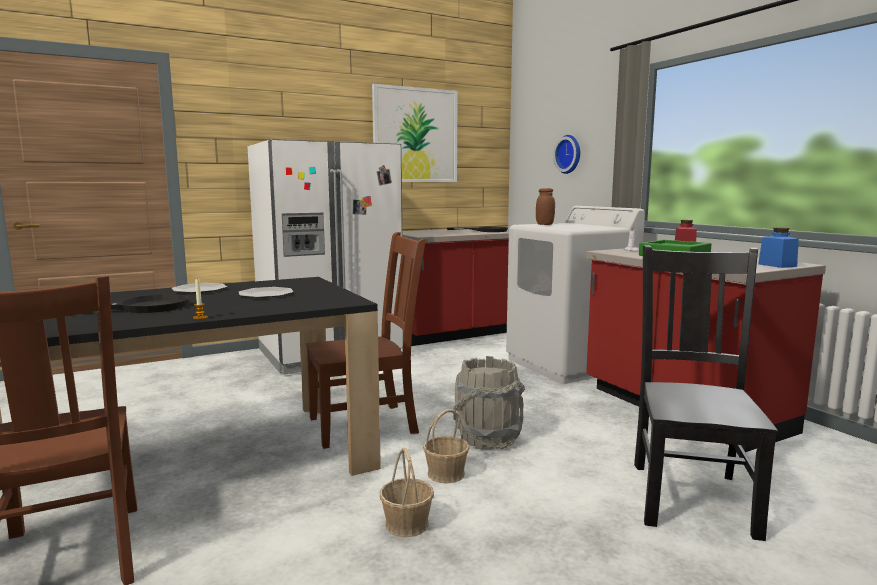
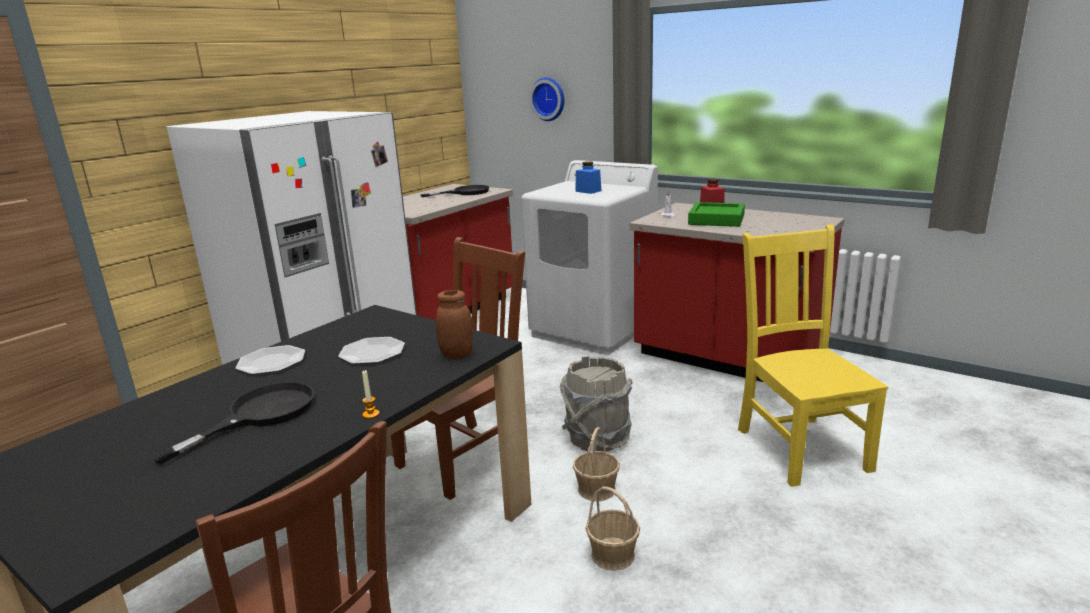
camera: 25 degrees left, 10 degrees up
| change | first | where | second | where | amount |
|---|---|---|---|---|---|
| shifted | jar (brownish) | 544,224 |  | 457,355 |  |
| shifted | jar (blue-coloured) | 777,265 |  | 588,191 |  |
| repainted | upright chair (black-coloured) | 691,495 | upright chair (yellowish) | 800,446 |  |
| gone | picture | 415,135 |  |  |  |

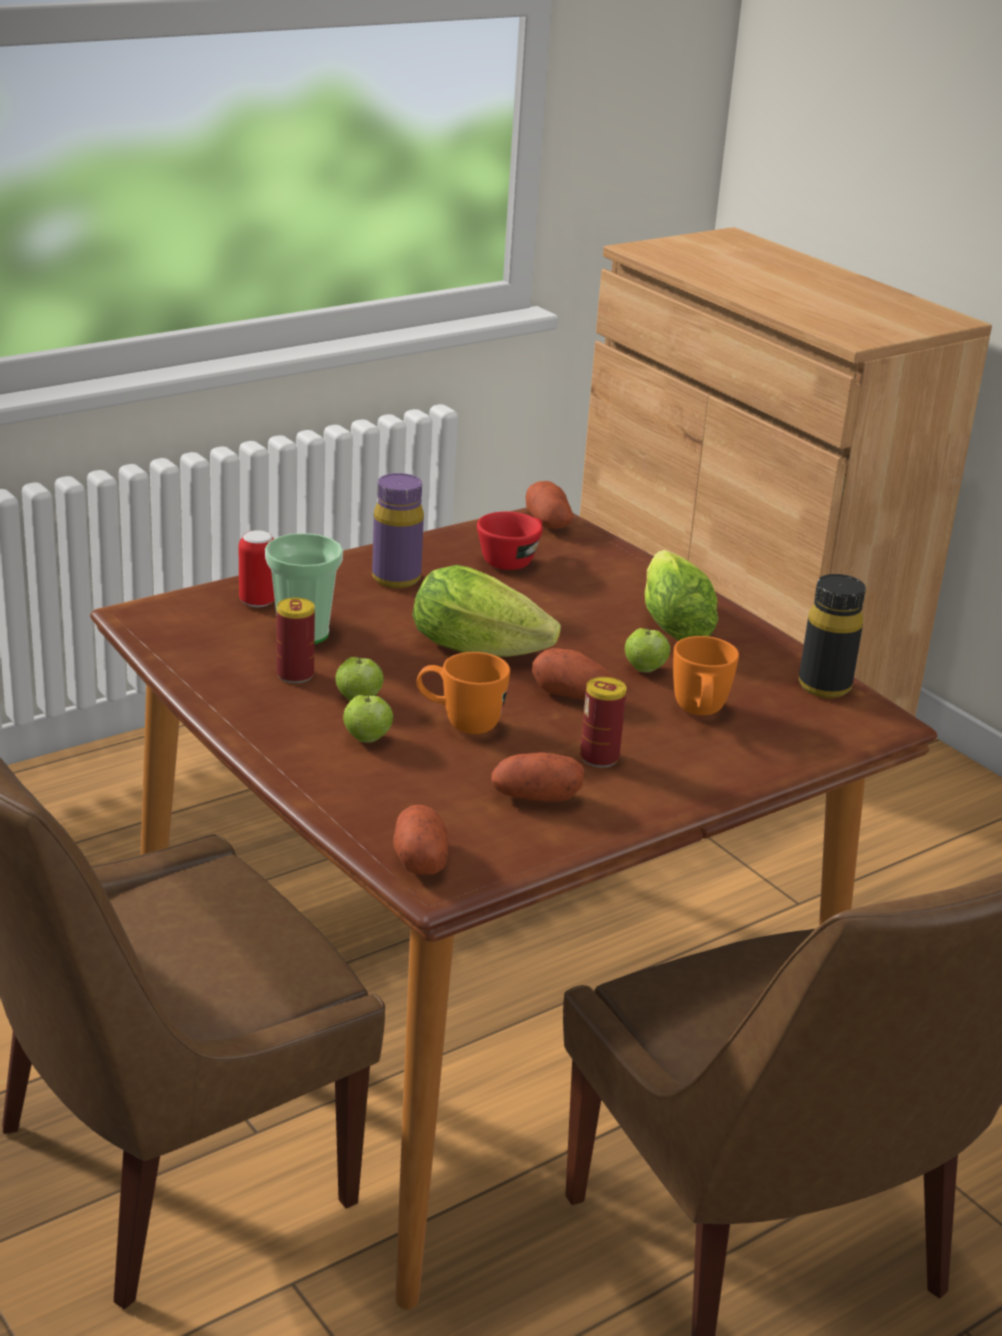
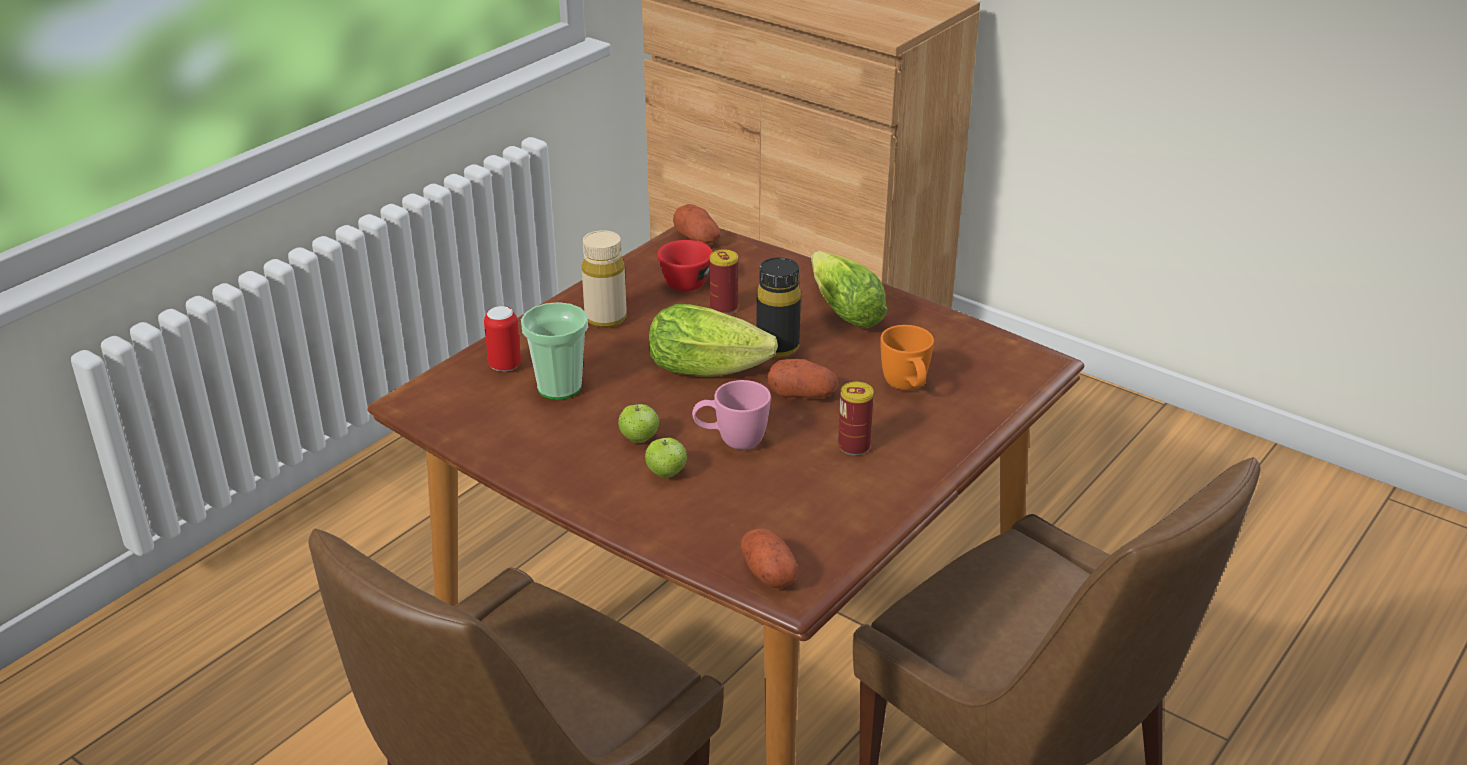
camera: 15 degrees left, 5 degrees up
| change | first | where | second | where | amount |
|---|---|---|---|---|---|
| repainted | drink bottle (purplish) | 396,578 | drink bottle (beige-coloured) | 605,318 |  |
| repainted | coffee mug (orange-coloured) | 460,724 | coffee mug (pinkish) | 731,442 |  |
| shifted | can | 295,675 |  | 724,307 |  |
| shifted | drink bottle (black-coloured) | 824,686 |  | 777,347 |  |
| gone | spud | 535,797 |  |  |  |
| gone | apple fruit | 645,669 |  |  |  |

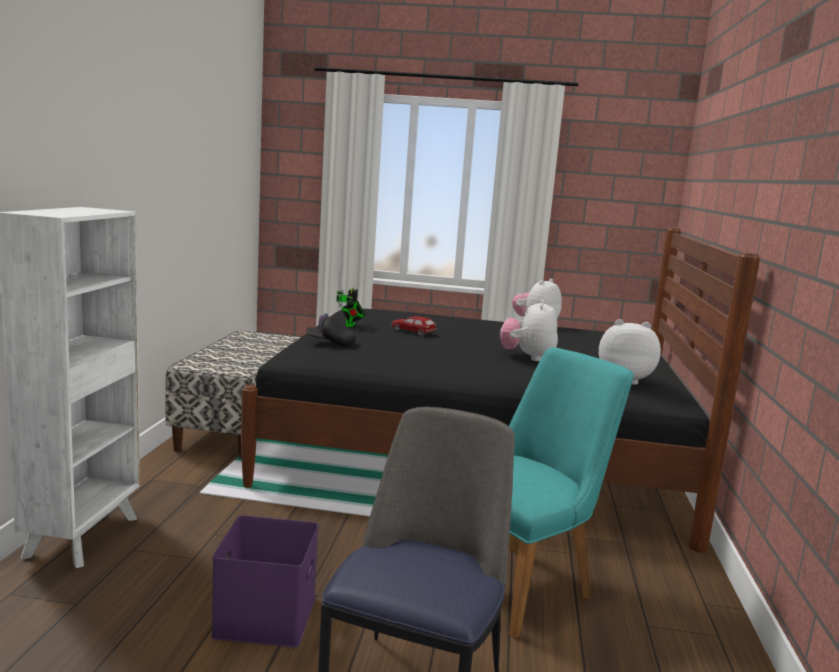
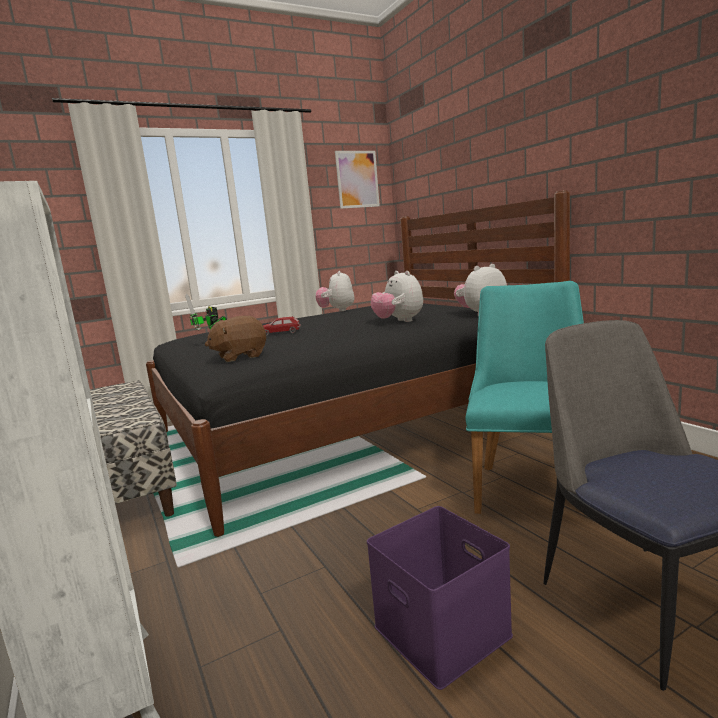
camera: 35 degrees left, 0 degrees up
| change | first | where | second | where | amount |
|---|---|---|---|---|---|
| swapped | cap (black-coloured) | 330,343 | cuddly toy (brownish) | 240,357 |  |
| new |  |  | picture | 357,179 |  |

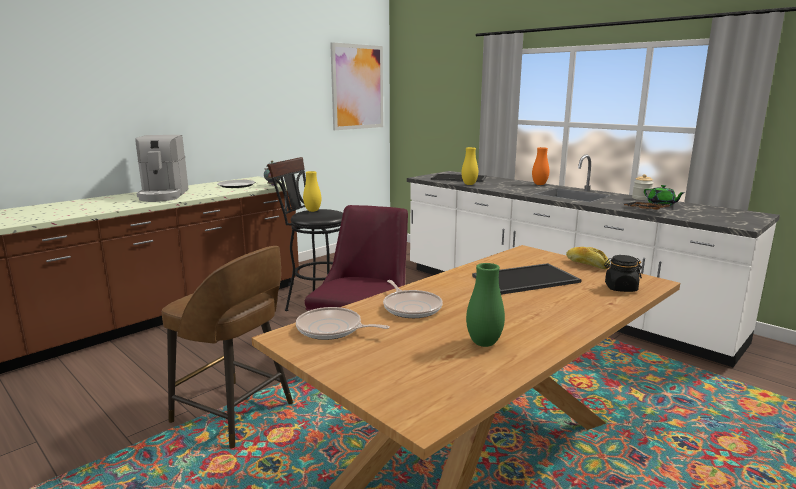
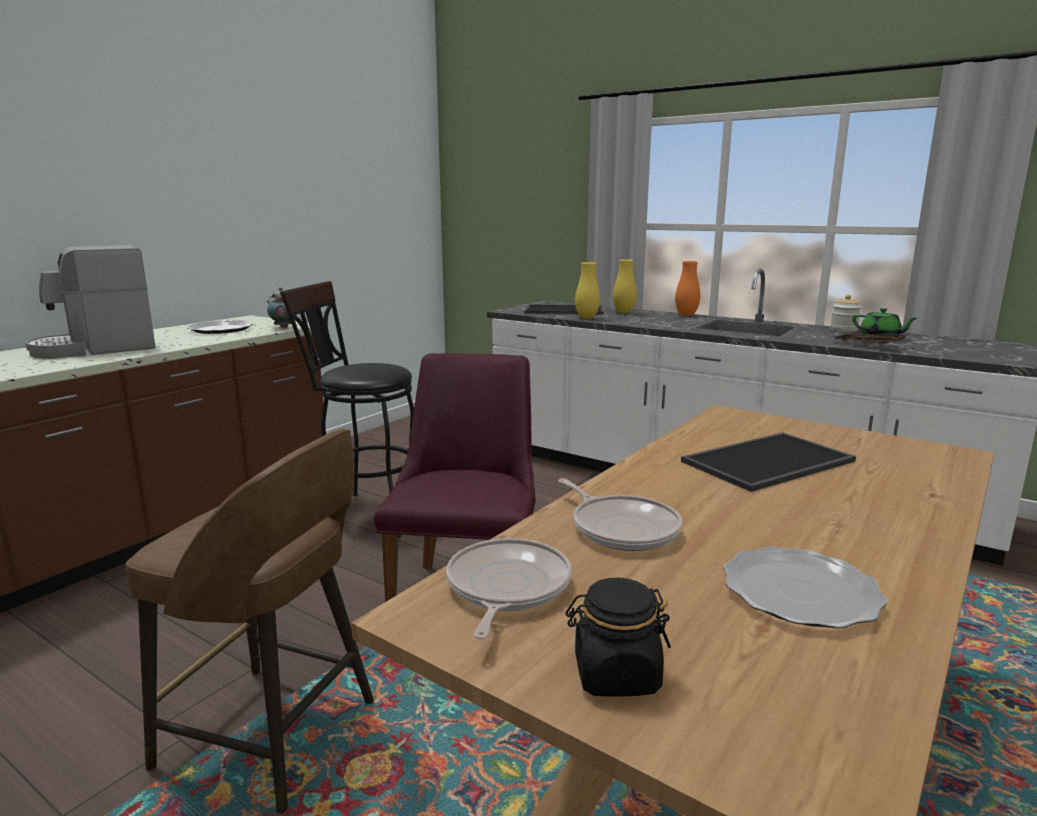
camera: 10 degrees left, 0 degrees up
| change | first | where | second | where | amount |
|---|---|---|---|---|---|
| rotated | coffee brewer | 163,195 |  | 95,349 | 75 degrees clockwise |
| rotated | frying pan | 332,329 |  | 506,588 | 90 degrees clockwise |
| shifted | jar (black-coloured) | 620,288 |  | 616,675 |  |
| shifted | decorative vase (yellowish) | 312,211 |  | 624,312 |  |
| swapped | decorative vase (greenish) | 484,343 | dinner plate | 801,593 |  |
| gone | picture | 357,87 |  |  |  |
| gone | baked bread | 586,264 |  |  |  |

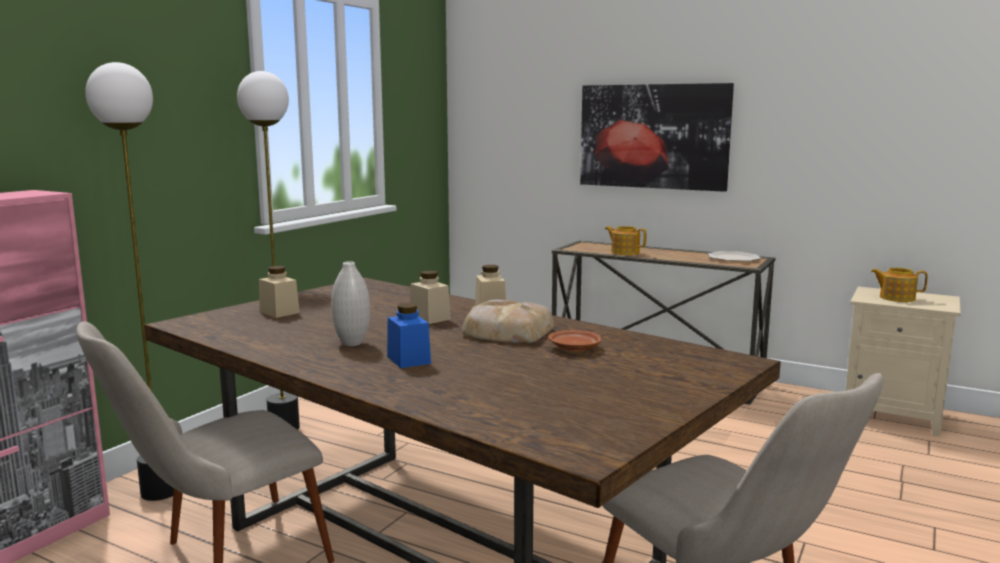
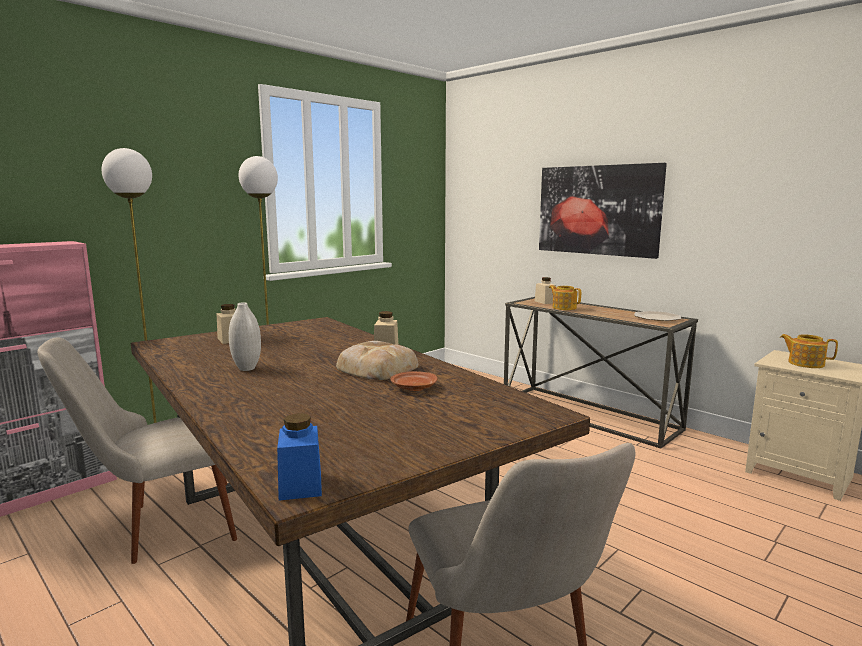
camera: 15 degrees right, 0 degrees up
| change | first | where | second | where | amount |
|---|---|---|---|---|---|
| shifted | jar (blue-coloured) | 408,360 |  | 300,485 |  |
| shifted | jar (beige-coloured) | 429,318 |  | 545,302 |  |

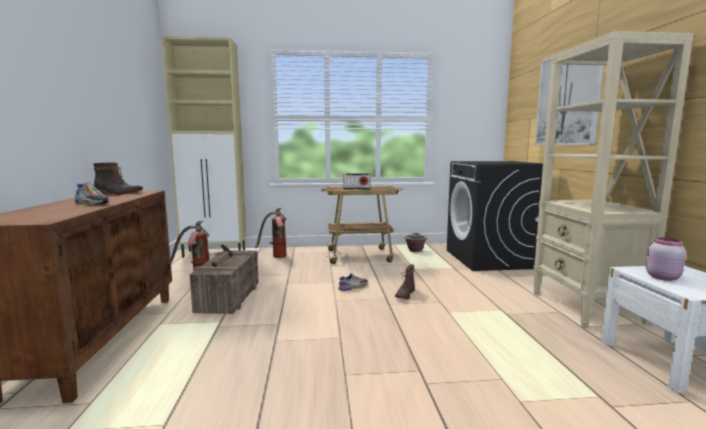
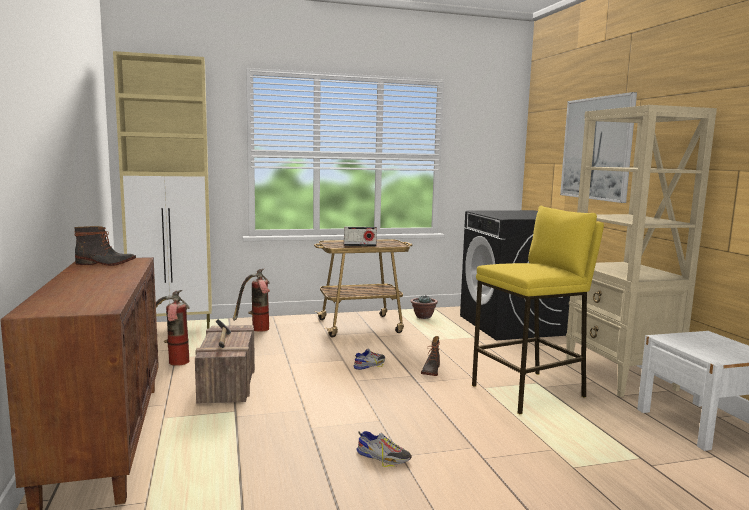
camera: 10 degrees left, 0 degrees up
| change | first | where | second | where | amount |
|---|---|---|---|---|---|
| shifted | low shoe | 92,203 |  | 383,456 |  |
| new |  |  | sitting stool (yellowish) | 529,391 |  |
| gone | jar (pinkish) | 662,277 |  |  |  |

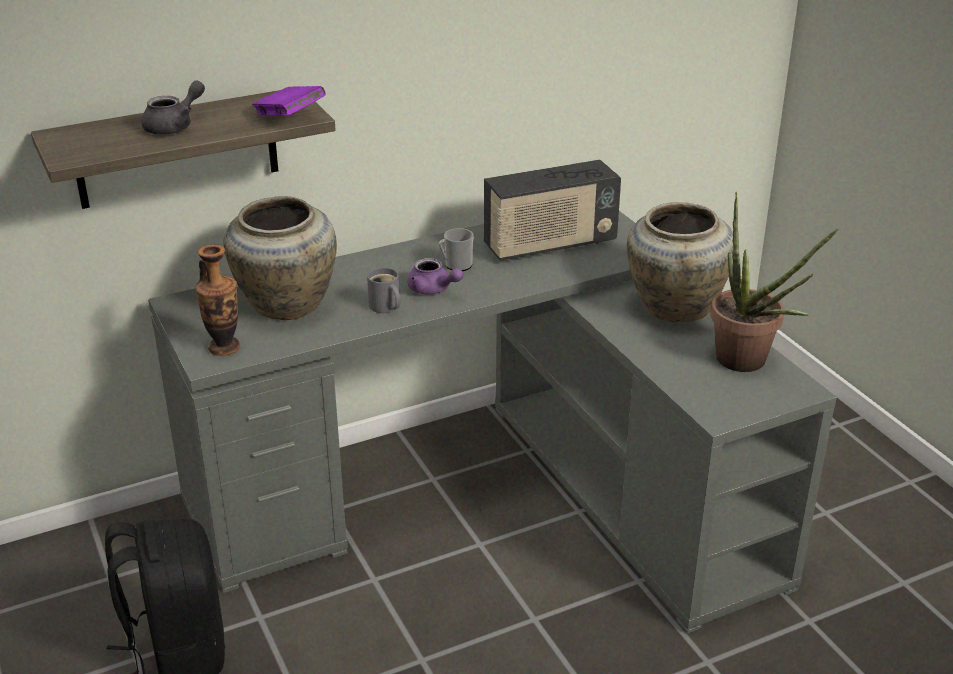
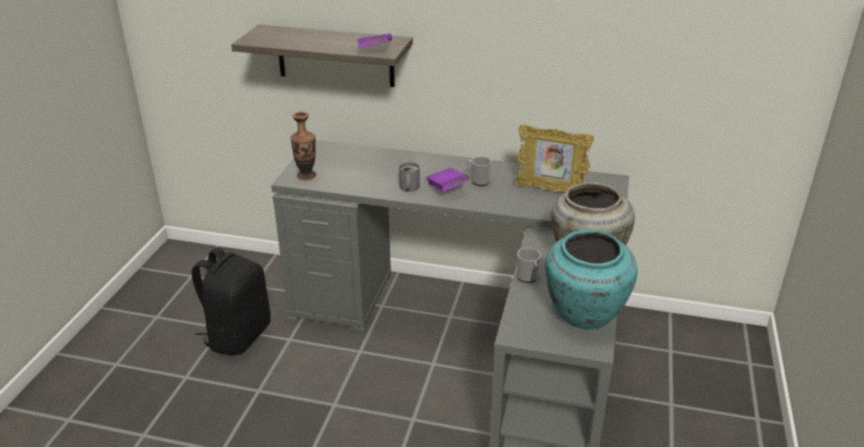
camera: 40 degrees right, 0 degrees up
| change | first | where | second | where | amount |
|---|---|---|---|---|---|
| swapped | tea pot (purplish) | 433,290 | bound book (purplish) | 446,189 |  |
| swapped | radio receiver | 550,245 | picture frame | 550,190 |  |
| new |  |  | coffee mug | 528,278 |  |
| swapped | plant in a pot | 749,364 | decorative vase (turquoise) | 583,315 |  |
| gone | tea pot (greyish) | 175,126 |  |  |  |
| gone | decorative vase (beige-coloured) | 285,306 |  |  |  |

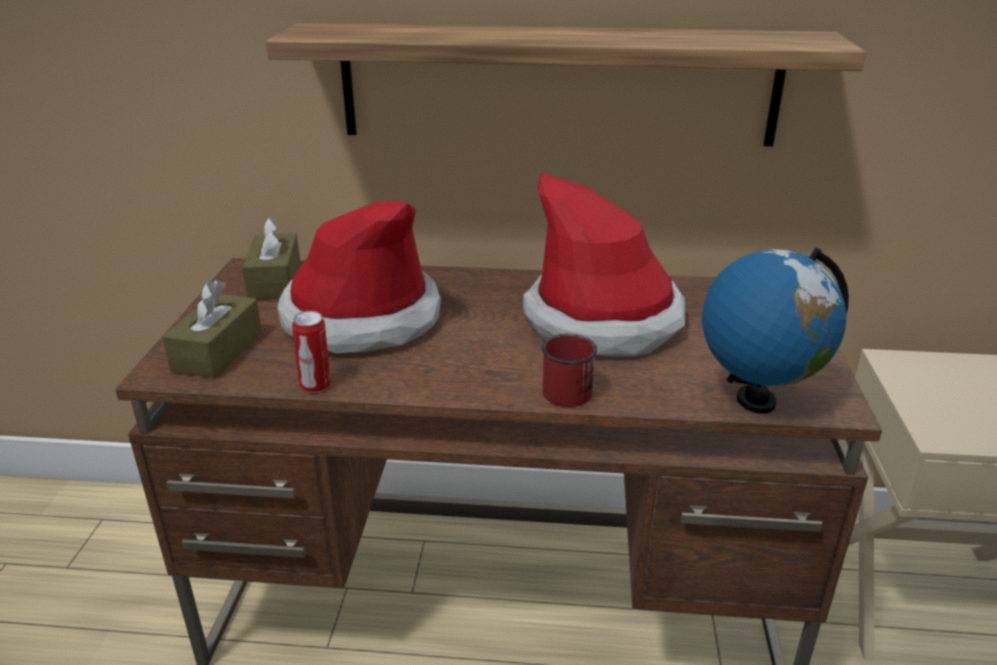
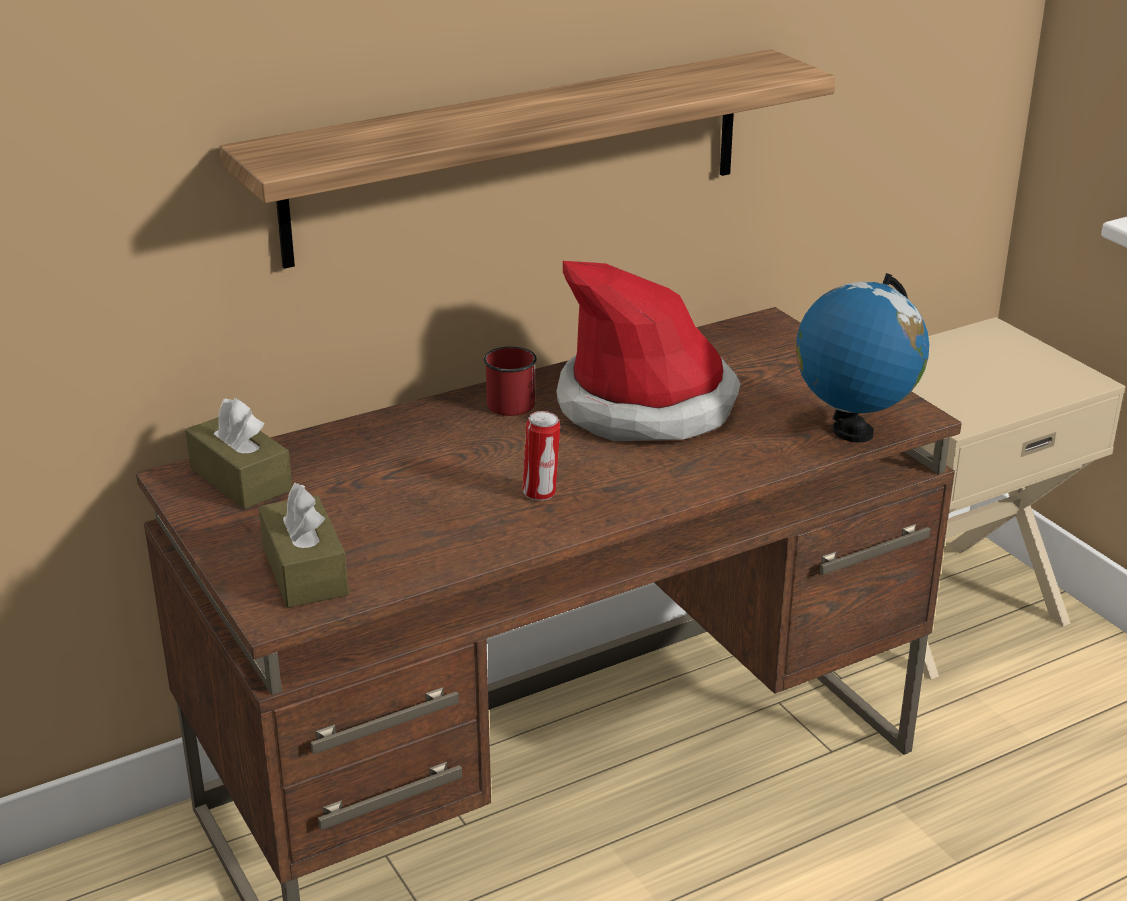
camera: 35 degrees left, 0 degrees up
| change | first | where | second | where | amount |
|---|---|---|---|---|---|
| shifted | coffee mug (red-coloured) | 570,389 |  | 509,401 |  |
| shifted | can | 316,386 |  | 541,493 |  |
| gone | wearable hat | 361,318 |  |  |  |

